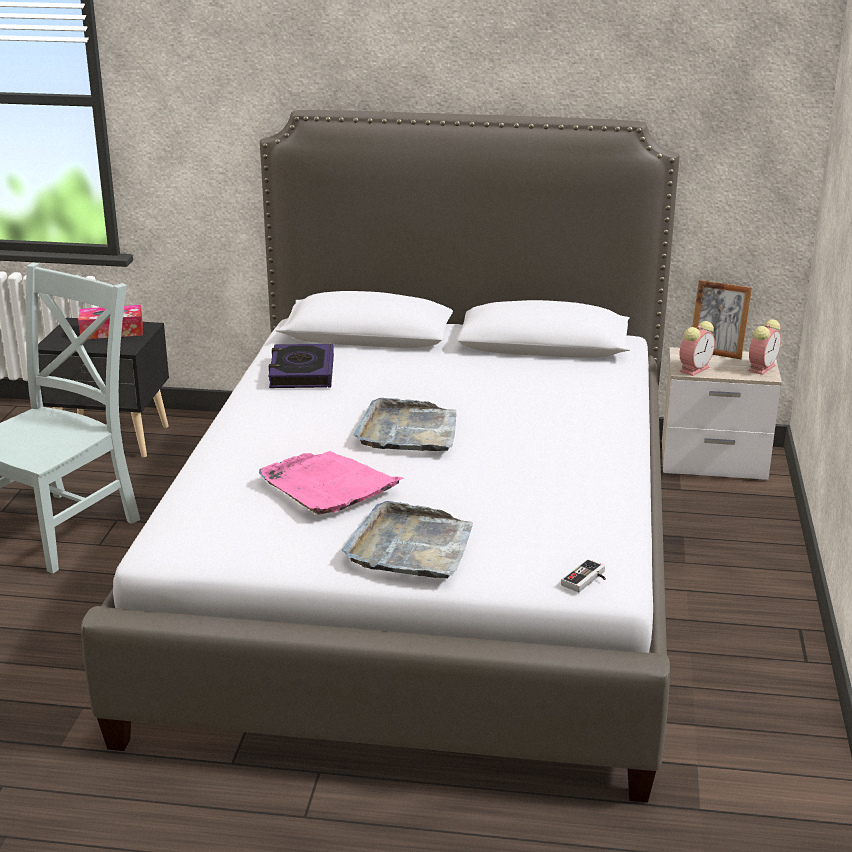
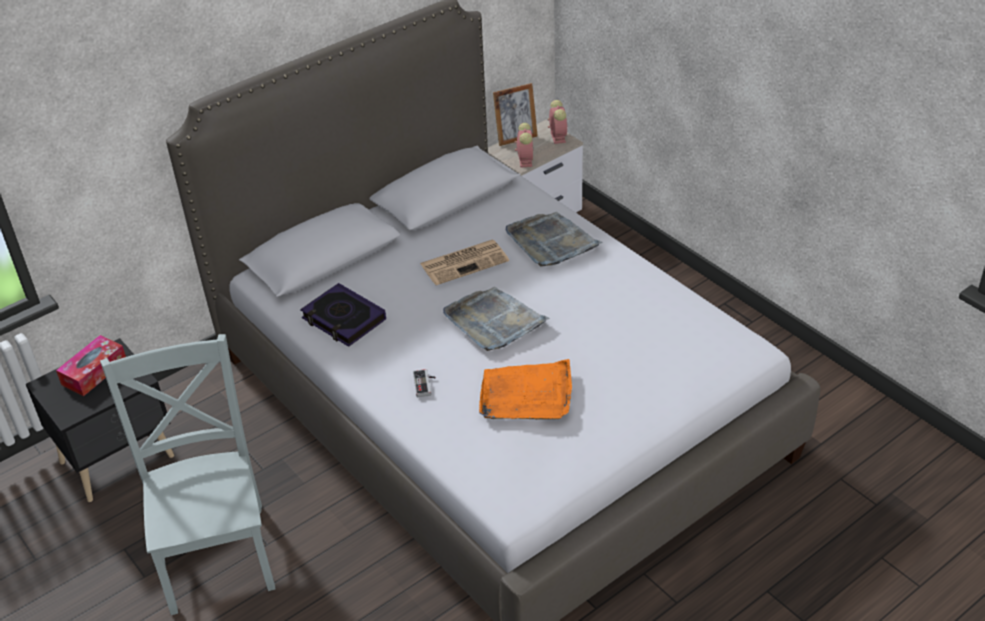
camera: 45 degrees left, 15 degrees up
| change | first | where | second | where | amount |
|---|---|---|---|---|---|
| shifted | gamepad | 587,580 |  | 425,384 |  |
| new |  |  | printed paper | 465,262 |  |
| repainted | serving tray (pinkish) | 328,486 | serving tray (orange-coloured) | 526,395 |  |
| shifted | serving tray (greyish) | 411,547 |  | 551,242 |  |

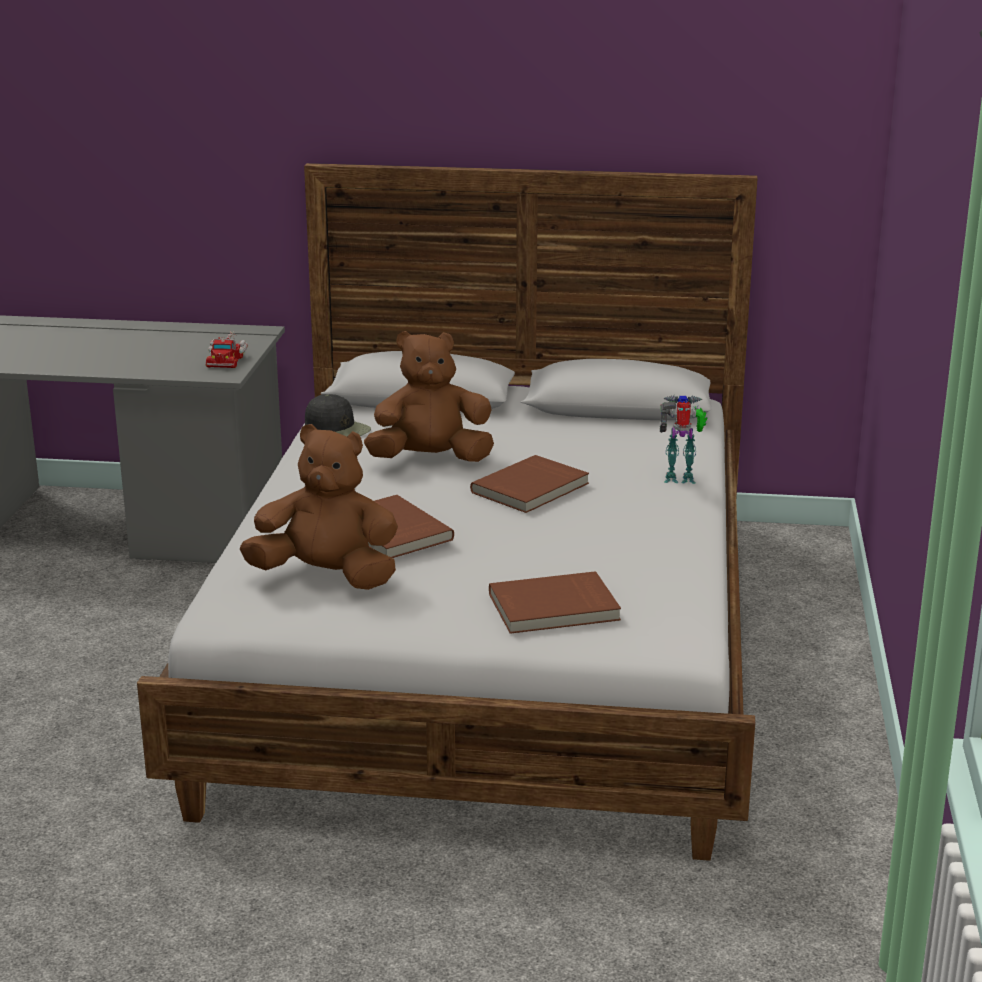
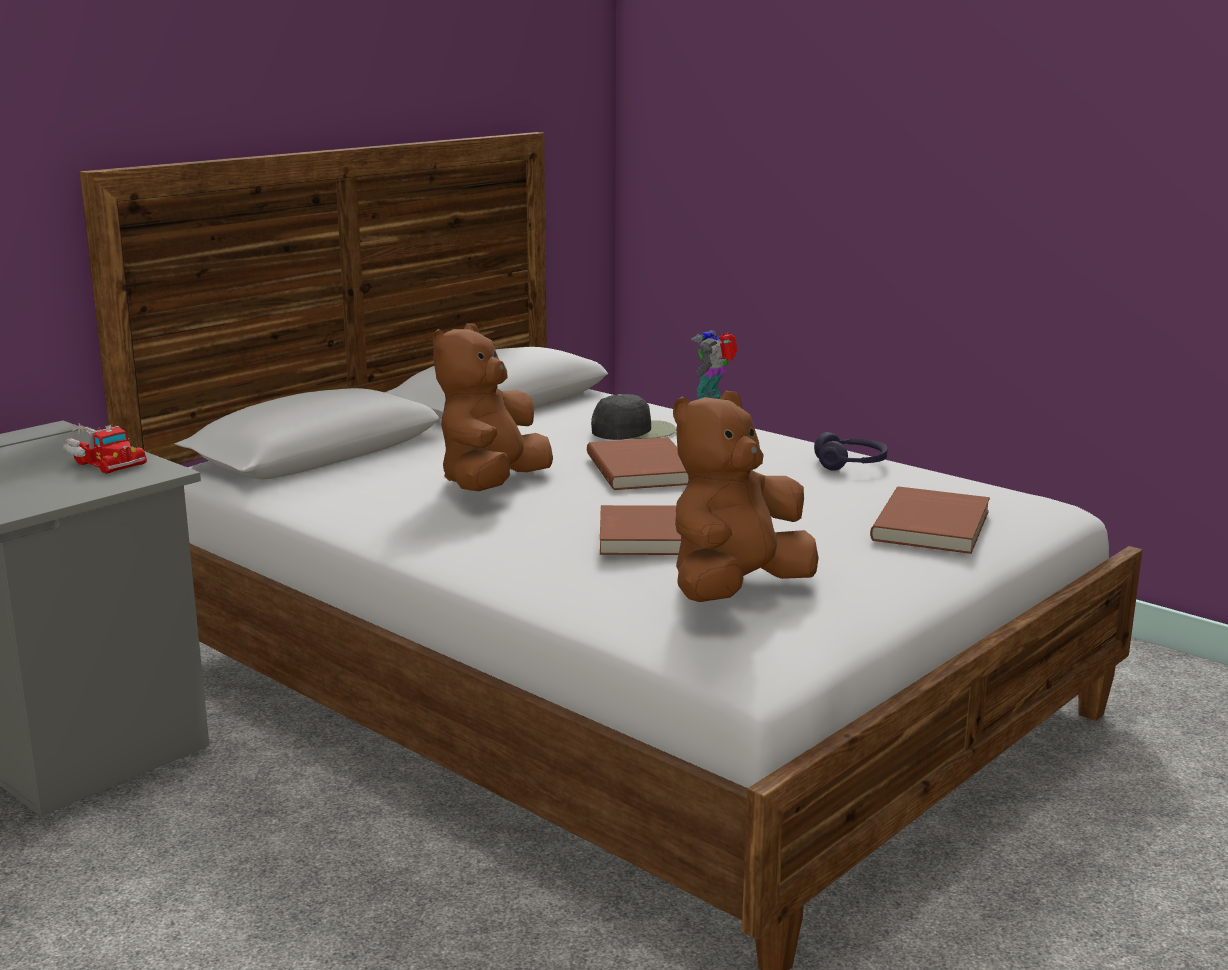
camera: 55 degrees left, 5 degrees down
| change | first | where | second | where | amount |
|---|---|---|---|---|---|
| shifted | cap (black-coloured) | 337,428 |  | 634,431 |  |
| new |  |  | pair of headphones (purplish) | 850,464 |  |

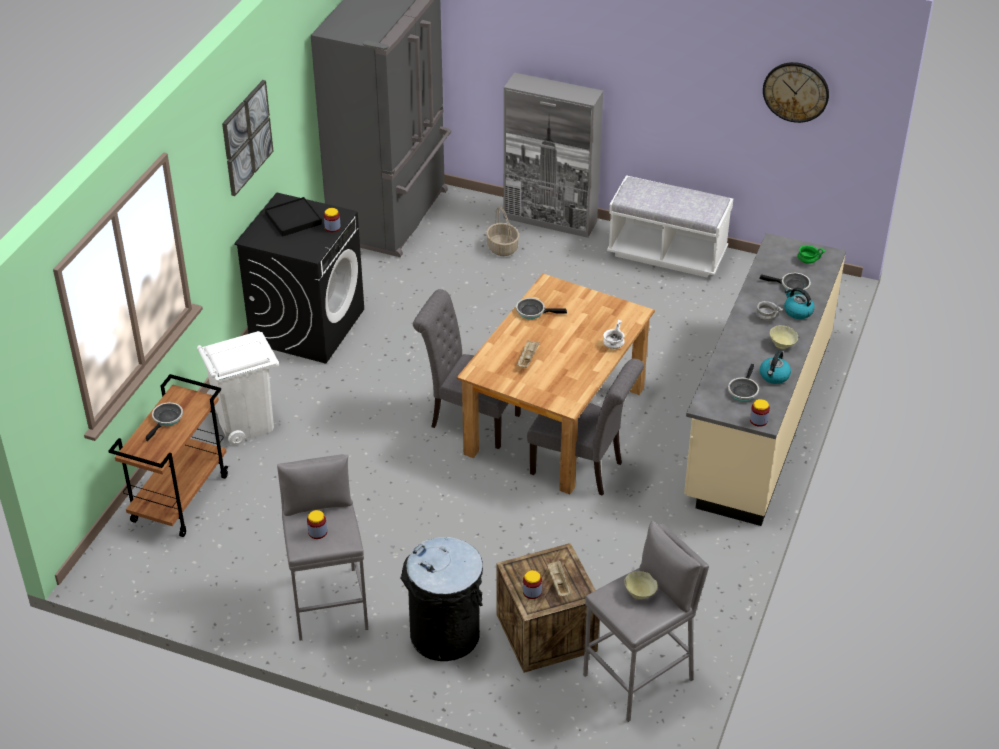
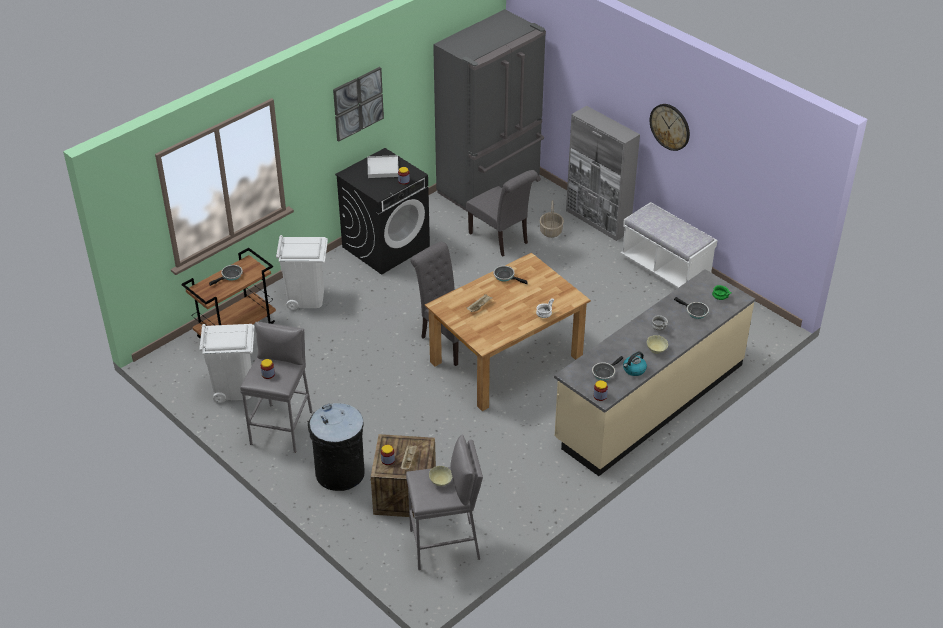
camera: 25 degrees right, 0 degrees up
| change | first | where | second | where | amount |
|---|---|---|---|---|---|
| new |  |  | rubbish bin (white) | 234,388 |  |
| repainted | serving tray (black-coloured) | 293,219 | serving tray (white) | 383,168 |  |
| shifted | upright chair (greyish) | 582,469 |  | 501,239 |  |
| shifted | hanging clock | 796,91 |  | 670,126 |  |
| gone | tea kettle | 797,311 |  |  |  |

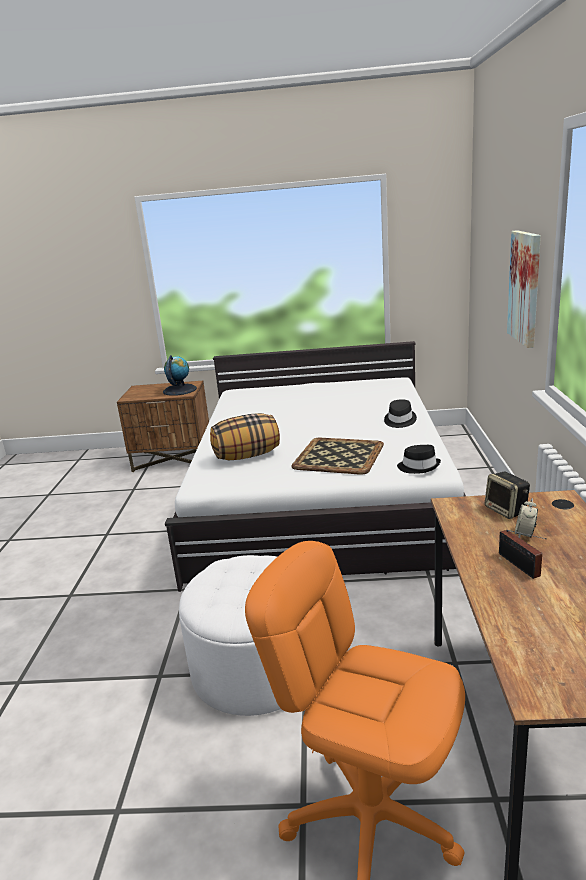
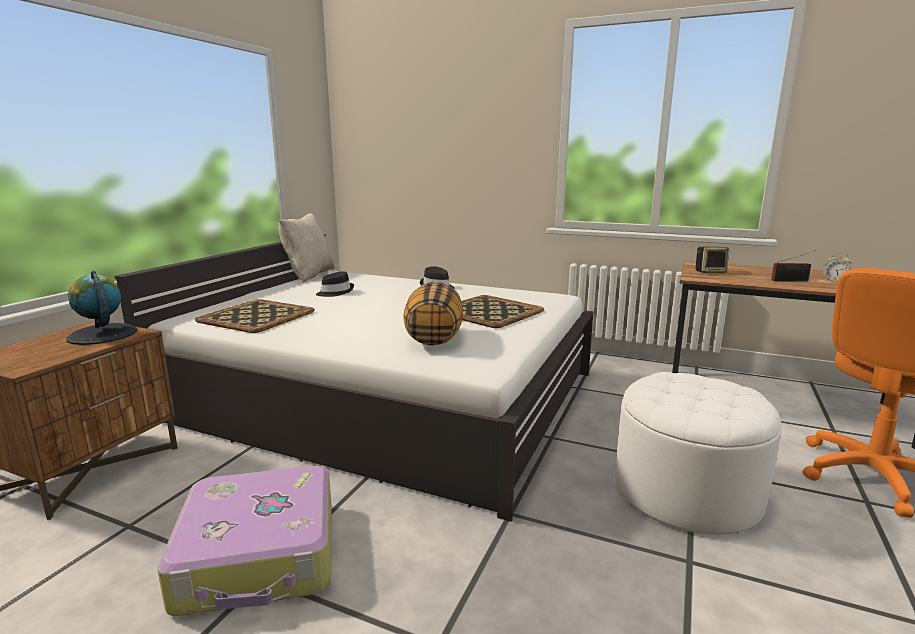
camera: 70 degrees left, 5 degrees down
| change | first | where | second | where | amount |
|---|---|---|---|---|---|
| new |  |  | suitcase | 260,556 |  |
| new |  |  | serving tray | 256,316 |  |
| new |  |  | cushion (beige-coloured) | 309,275 |  |
| shifted | wearable hat (black-coloured) | 419,467 |  | 335,292 |  |
| shifted | alarm clock | 525,534 |  | 834,281 |  |
| gone | picture | 525,287 |  |  |  |

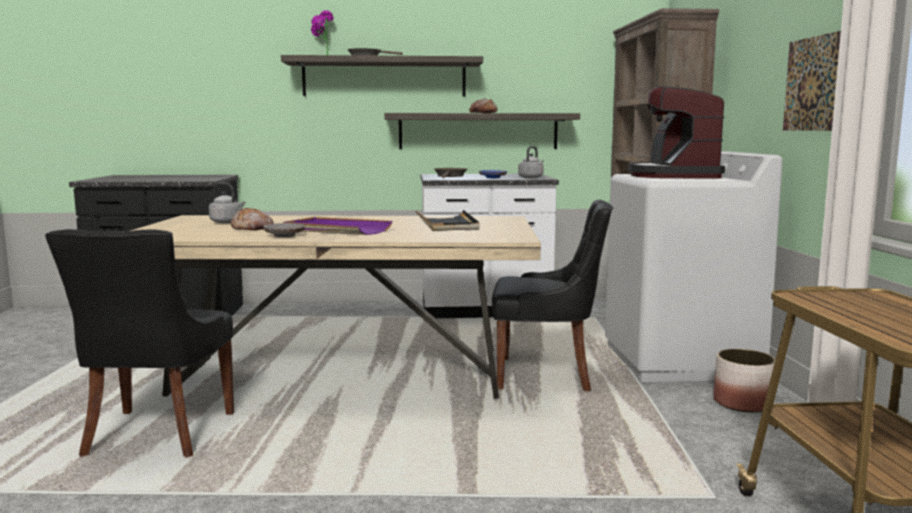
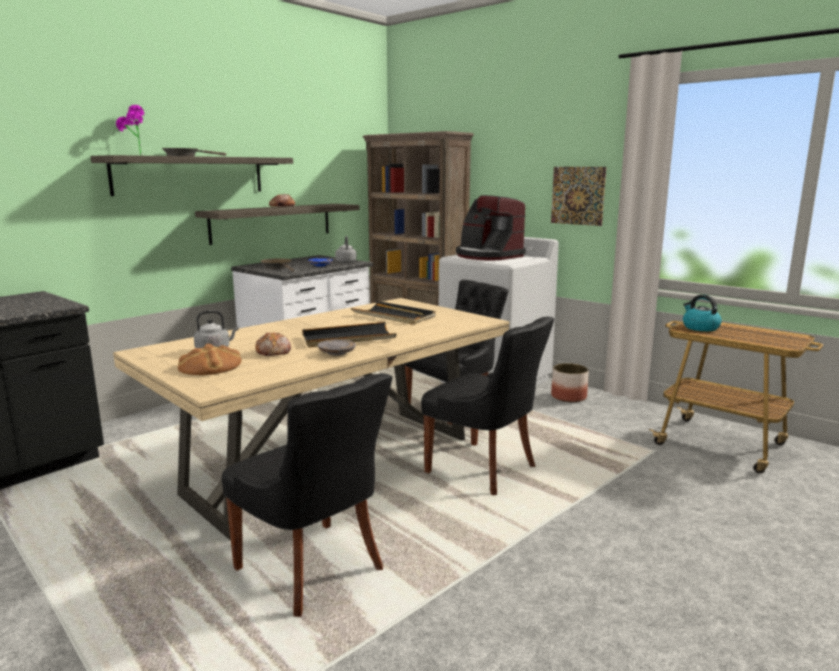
camera: 45 degrees left, 5 degrees up
| change | first | where | second | where | amount |
|---|---|---|---|---|---|
| new |  |  | baked bread | 210,366 |  |
| repainted | serving tray (purplish) | 336,230 | serving tray (black-coloured) | 348,338 |  |
| new |  |  | upright chair (black-coloured) | 484,469 |  |
| new |  |  | tea kettle | 700,327 |  |

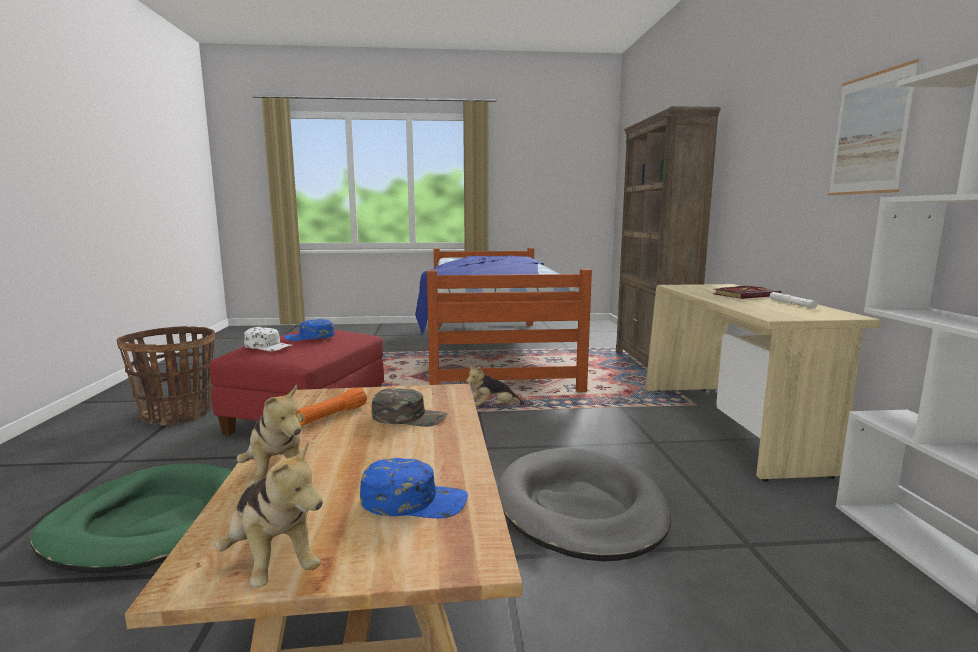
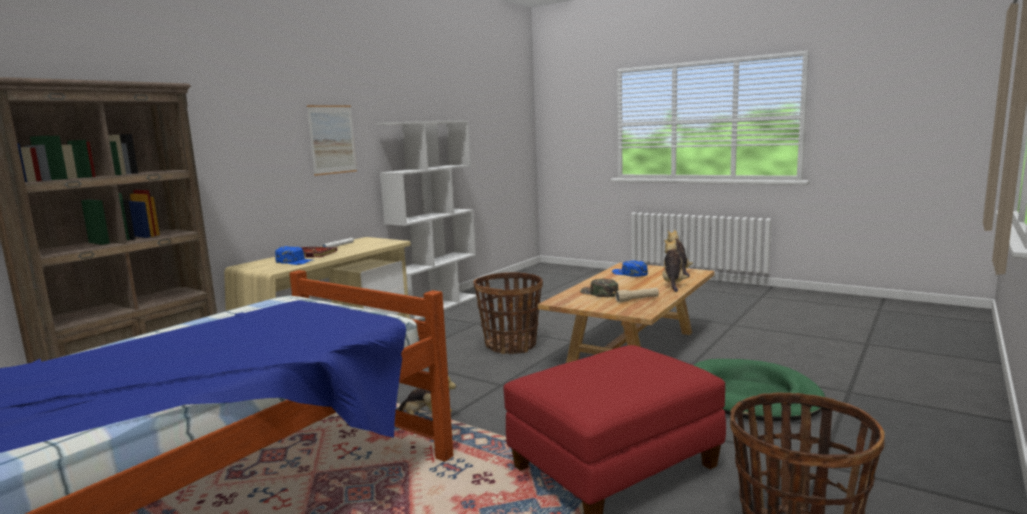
camera: 140 degrees left, 0 degrees up
| change | first | where | second | where | amount |
|---|---|---|---|---|---|
| shifted | cap (blue-coloured) | 309,337 |  | 295,261 |  |
| swapped | dog cushion (greyish) | 580,508 | household basket | 511,345 |  |
| repainted | torch (orange-coloured) | 332,416 | torch (beige-coloured) | 637,300 |  |
| gone | cap (white) | 268,346 |  |  |  |

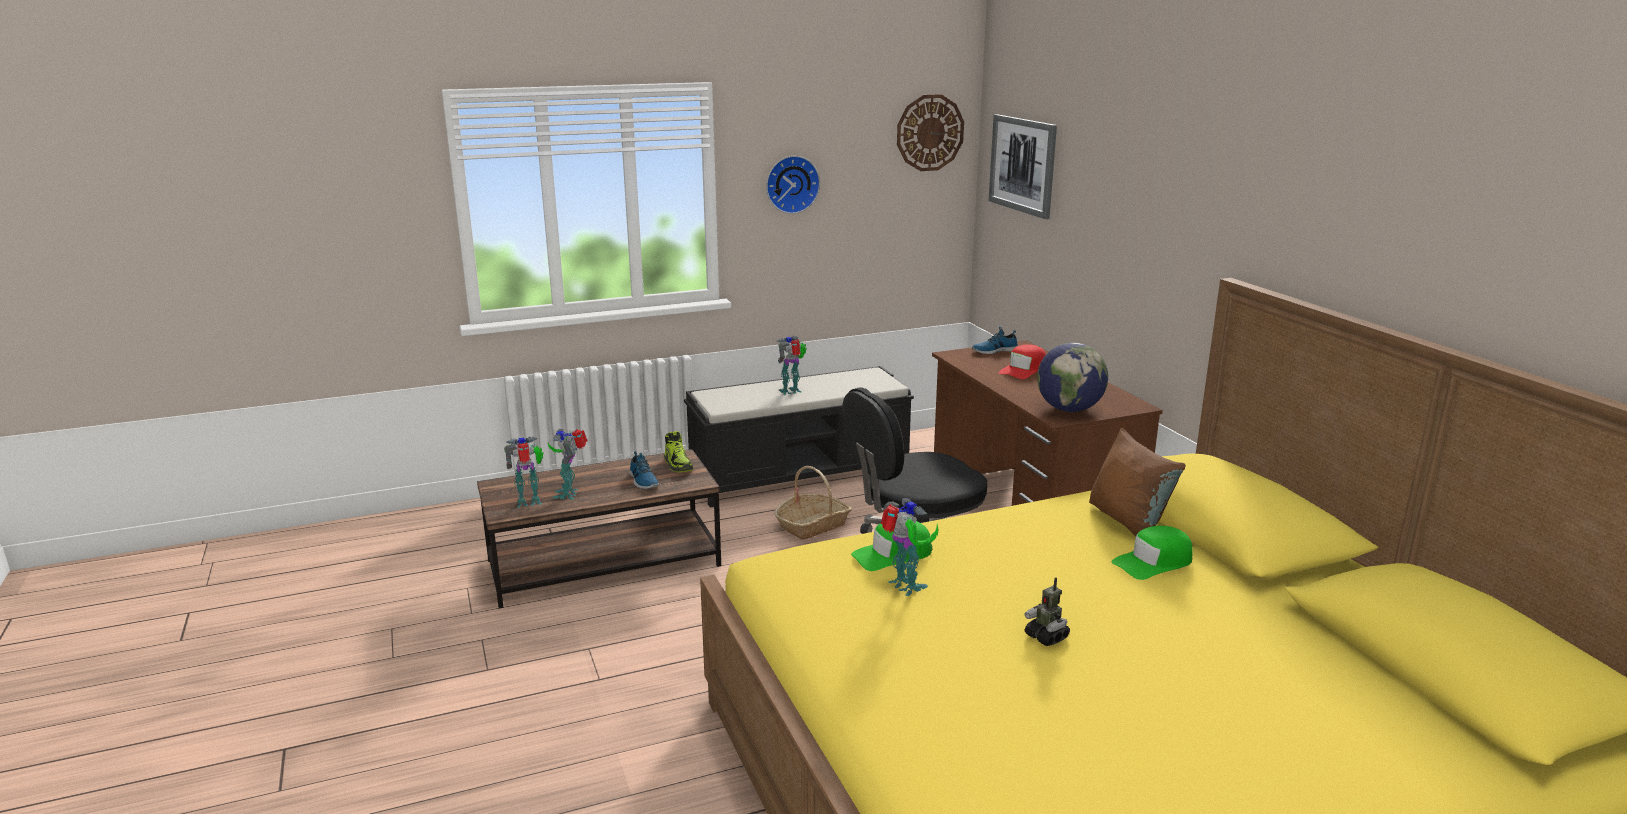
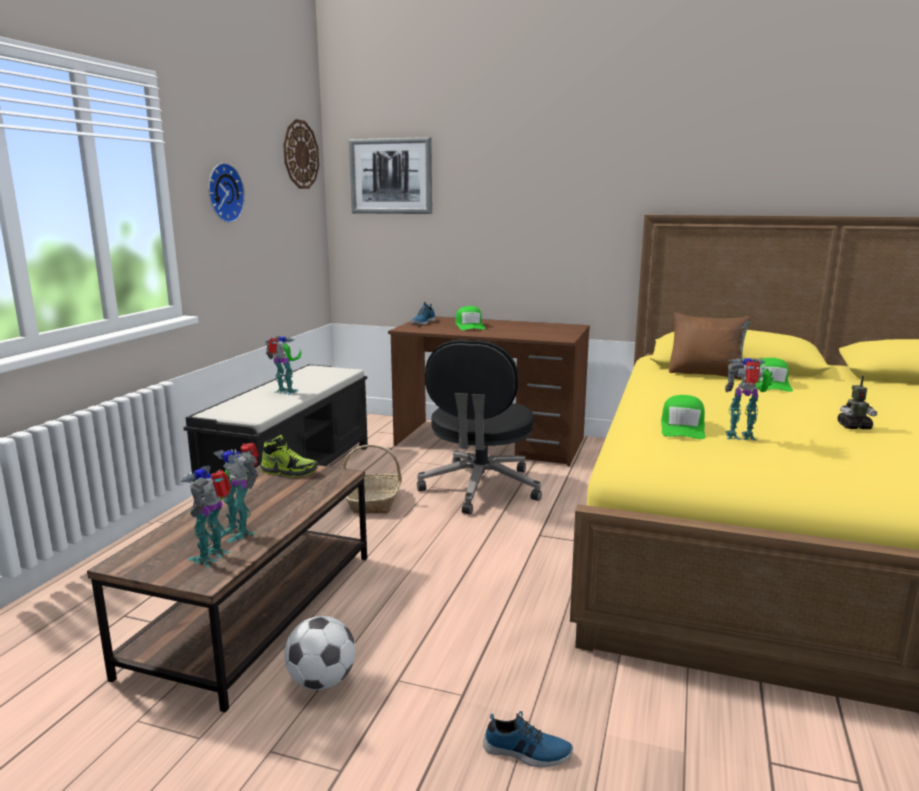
camera: 50 degrees left, 5 degrees down
| change | first | where | second | where | amount |
|---|---|---|---|---|---|
| rotated | model robot | 791,391 |  | 286,392 | 105 degrees clockwise |
| new |  |  | ball for football | 322,681 |  |
| repainted | cap (red-coloured) | 1024,370 | cap (greenish) | 470,326 |  |
| shifted | low shoe | 643,481 |  | 527,752 |  |
| gone | world globe | 1069,409 |  |  |  |

